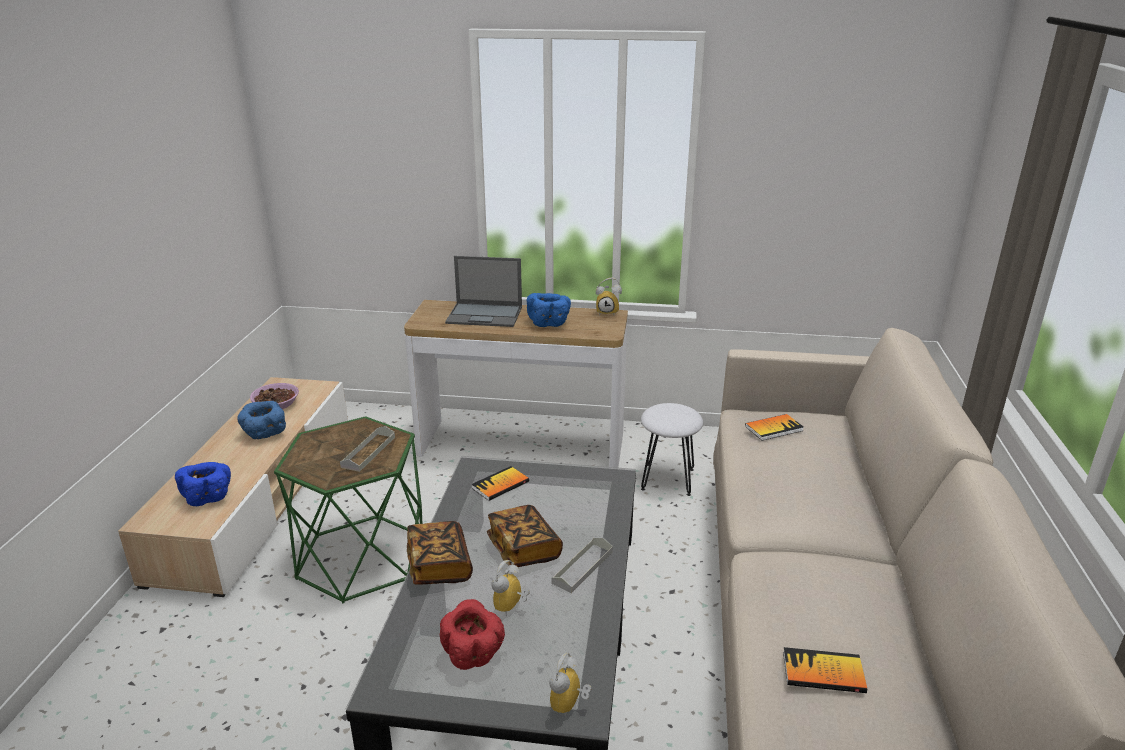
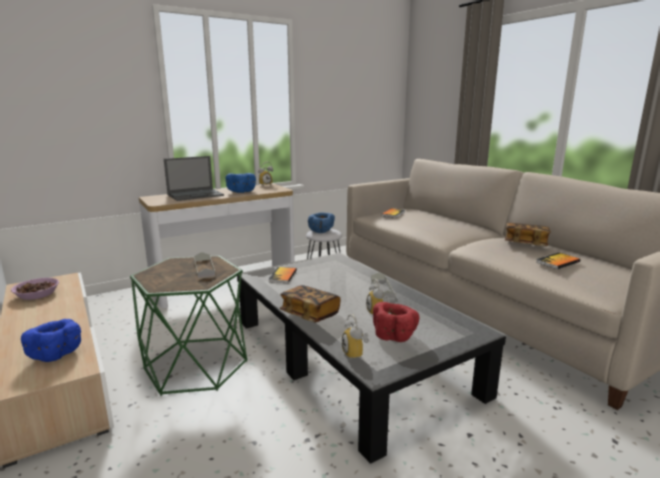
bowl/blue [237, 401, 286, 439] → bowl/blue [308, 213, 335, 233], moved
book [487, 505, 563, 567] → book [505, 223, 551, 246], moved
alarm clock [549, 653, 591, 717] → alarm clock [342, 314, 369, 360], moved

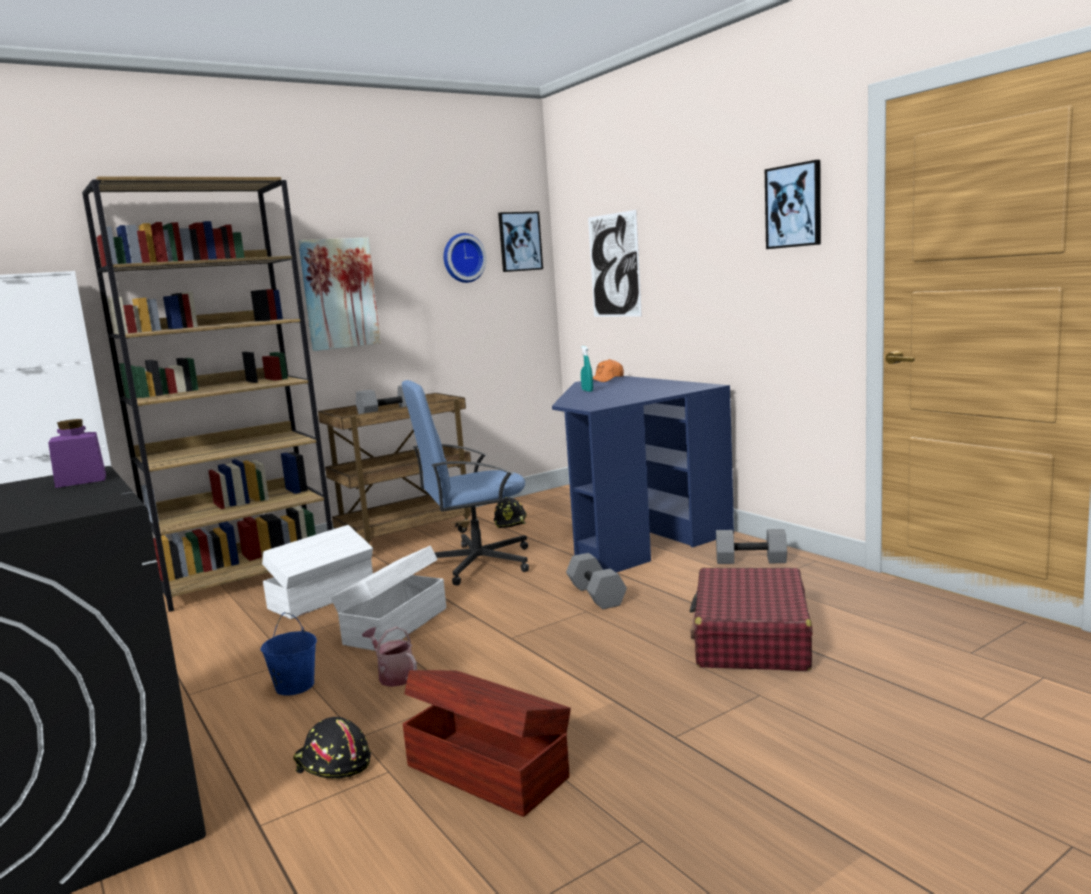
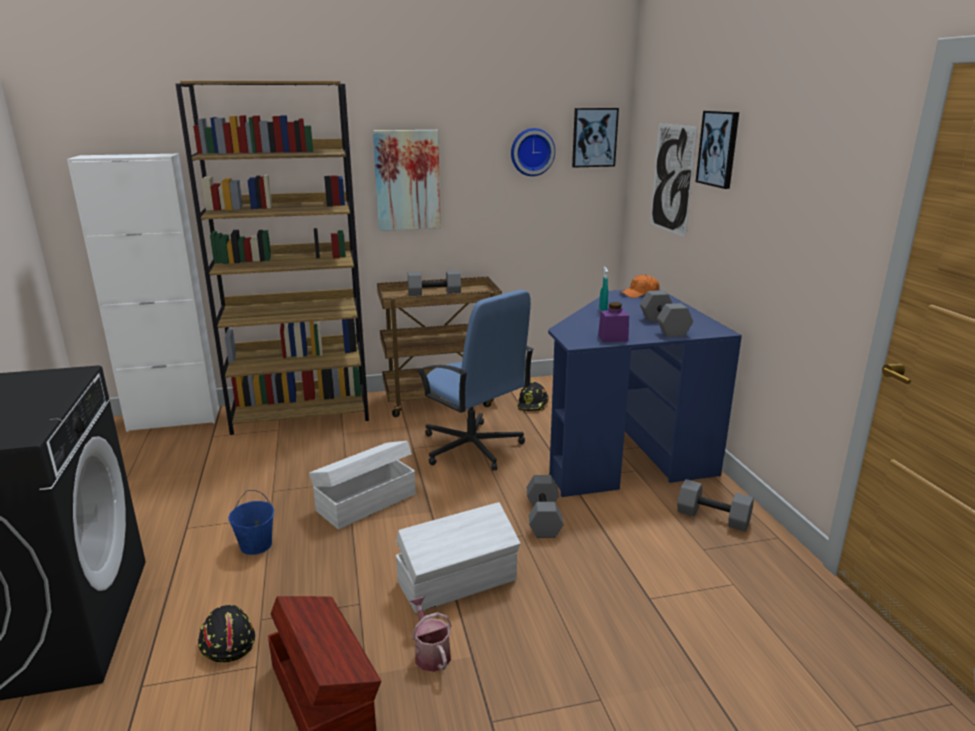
suitcase/red [690, 568, 813, 671] → -
- → dumbbell/grey [640, 290, 693, 337]
jar/purple [48, 419, 106, 488] → jar/purple [598, 302, 629, 342], moved
storage box/white [262, 525, 373, 619] → storage box/white [396, 502, 521, 613], moved
watering can [362, 627, 417, 687] → watering can [410, 596, 452, 672], moved
picture [765, 160, 821, 249] → picture [696, 111, 739, 189], moved
office chair/blue [402, 380, 529, 586] → office chair/blue [416, 290, 534, 471], 135 degrees counterclockwise

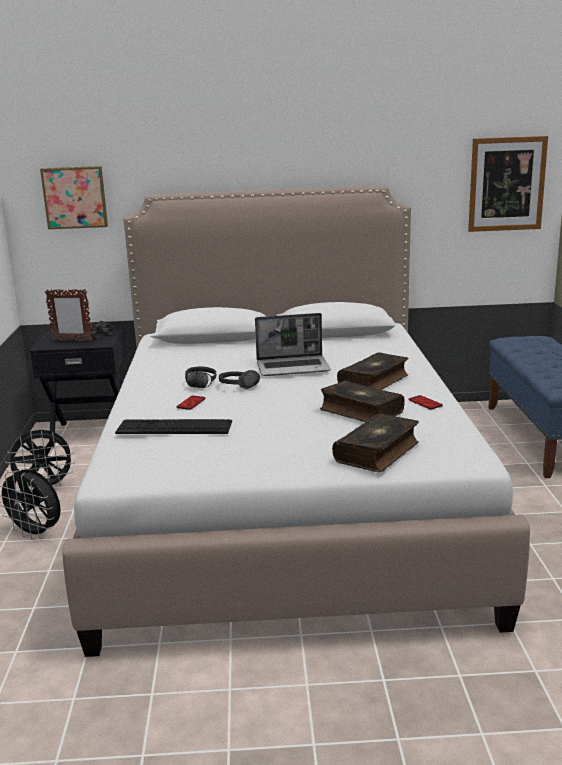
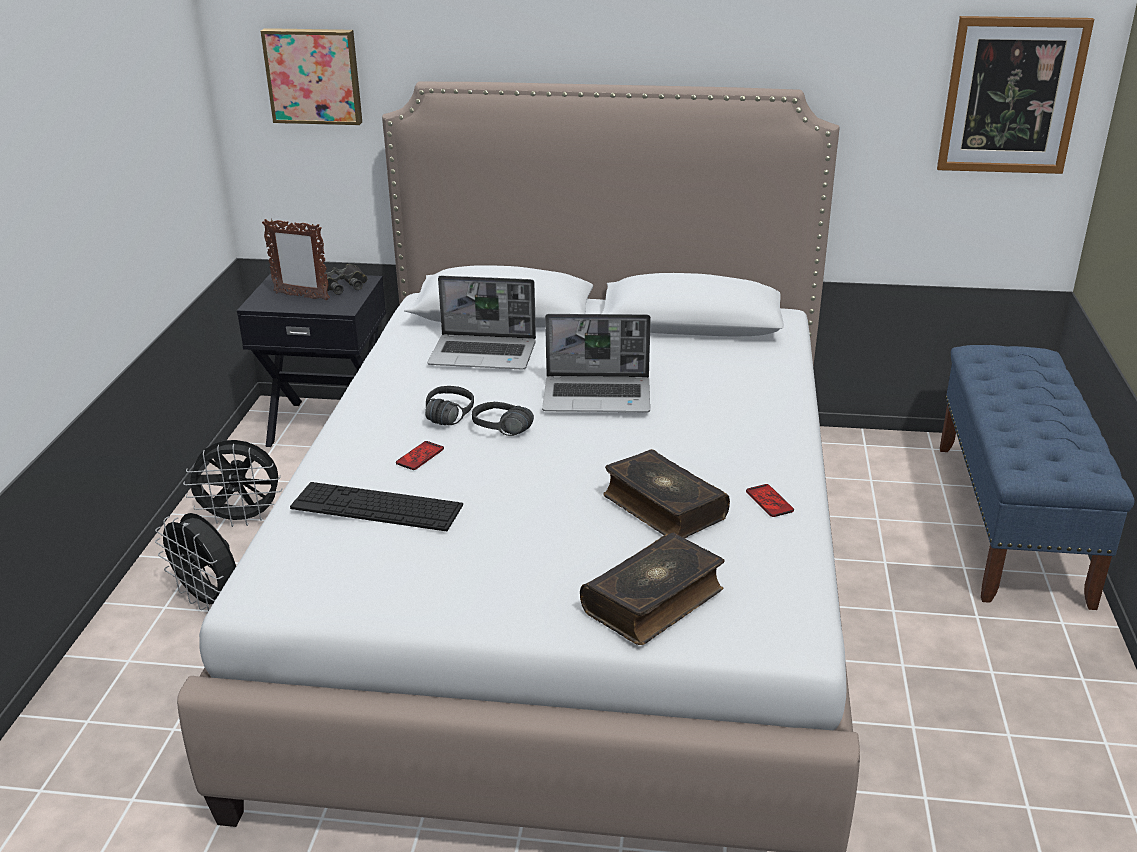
book [337, 352, 408, 390] → -
- → laptop [427, 276, 536, 370]

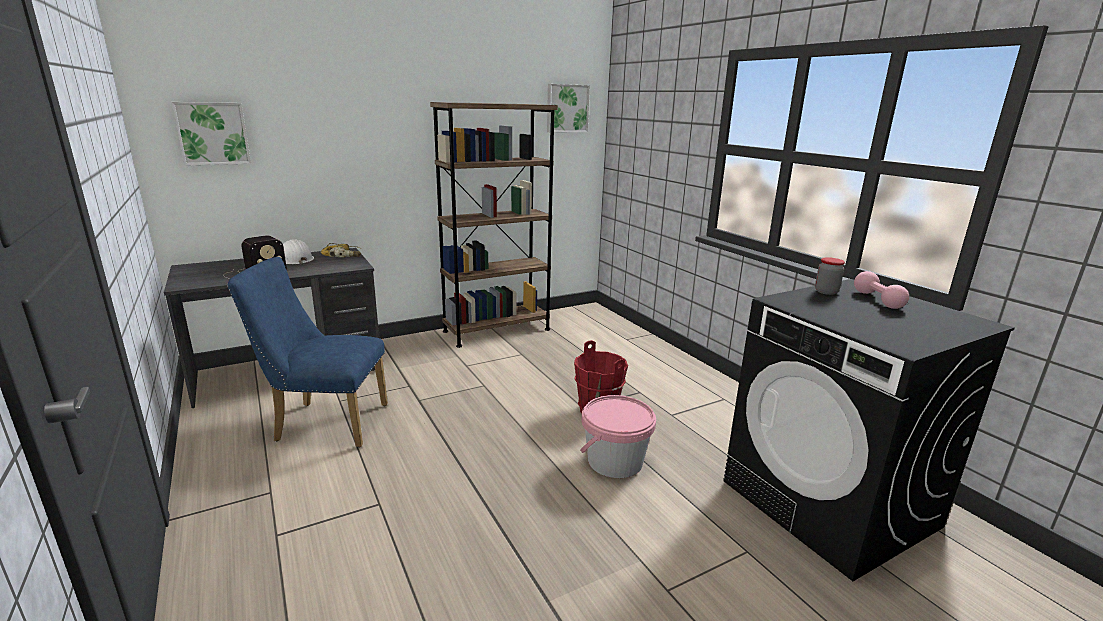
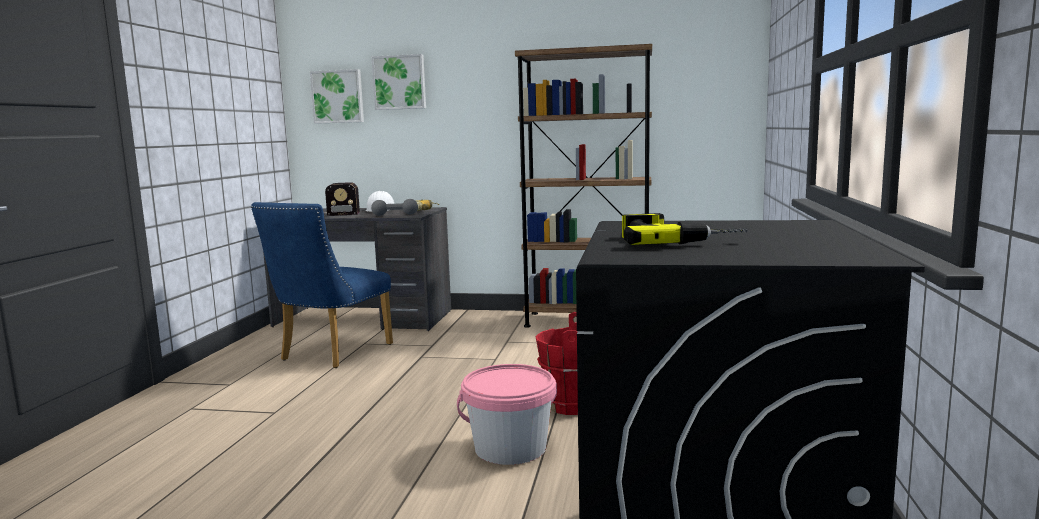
jar [815, 257, 845, 295] → -
dumbbell/pink [854, 271, 909, 309] → -
- → dumbbell/grey [371, 199, 418, 216]
- → power drill [622, 213, 748, 245]
picture [547, 84, 590, 132] → picture [371, 54, 426, 110], moved
chair/blue [227, 257, 388, 447] → chair/blue [251, 202, 393, 368], 105 degrees counterclockwise

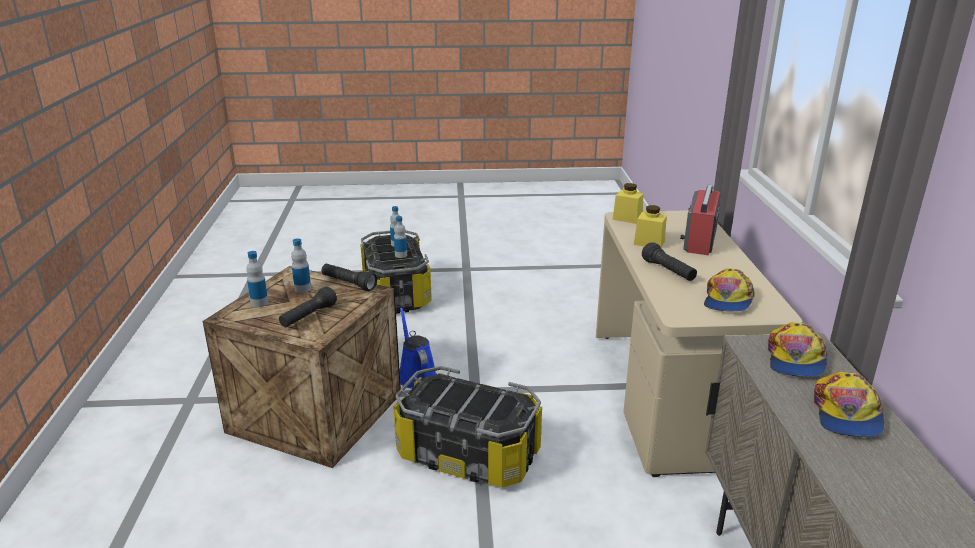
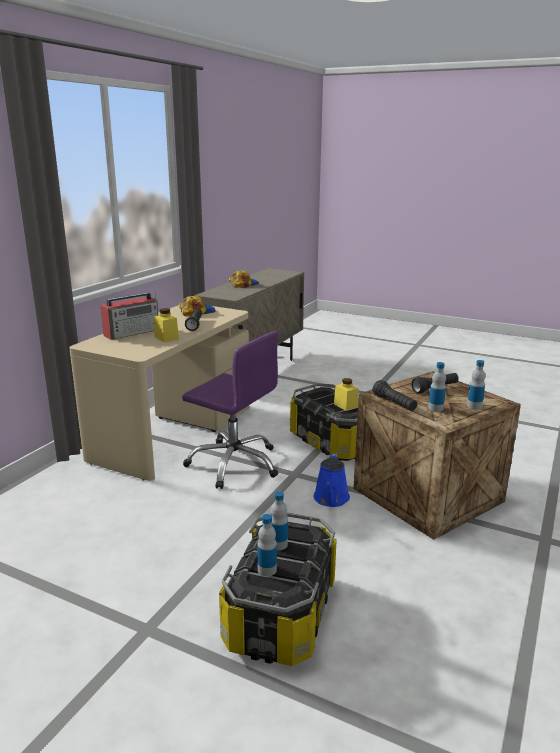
cap [768, 322, 827, 377] → -
- → office chair/purple [182, 331, 279, 489]
jar/yellow [613, 183, 644, 224] → jar/yellow [334, 378, 359, 411], moved

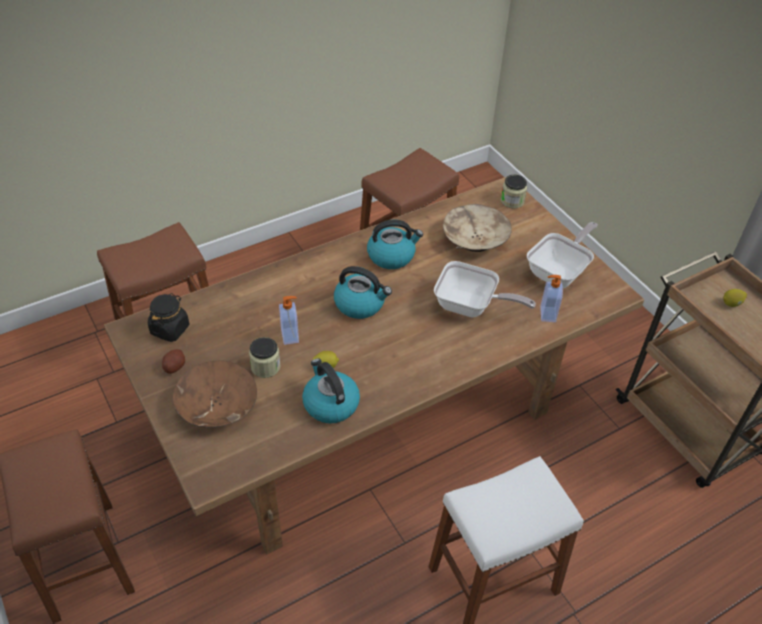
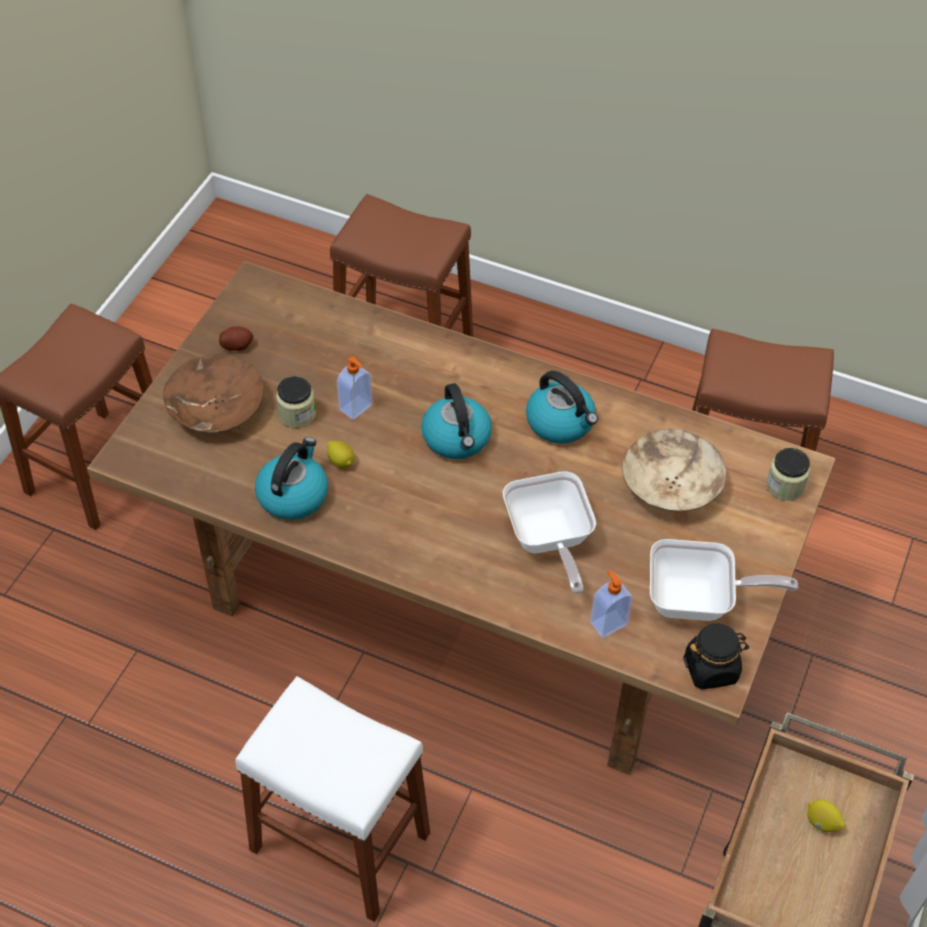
jar/black [148, 293, 189, 342] → jar/black [683, 623, 749, 690], moved

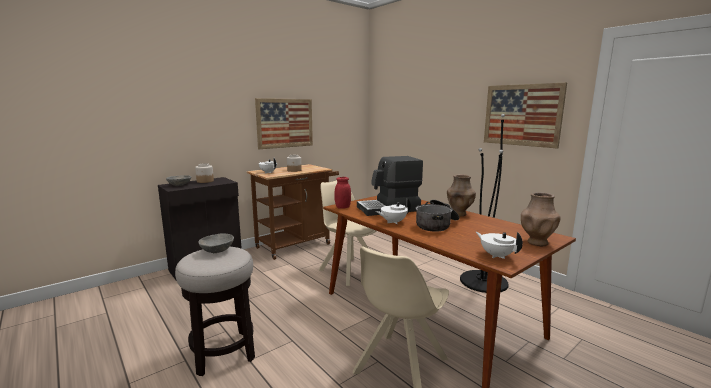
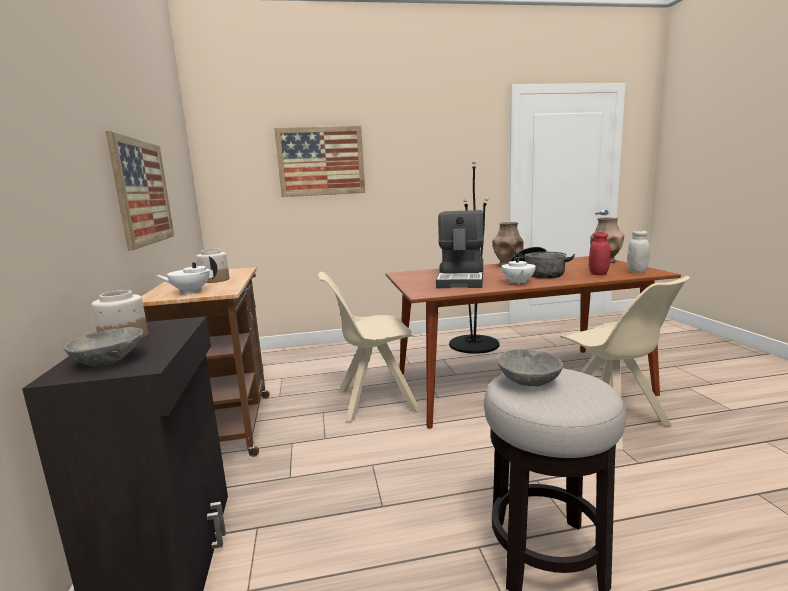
jar/red [334, 177, 351, 209] → jar/red [589, 232, 611, 275], moved
picture [484, 83, 567, 149] → picture [274, 126, 365, 197], moved
teapot/white [476, 232, 523, 259] → jar/white [627, 230, 650, 273]

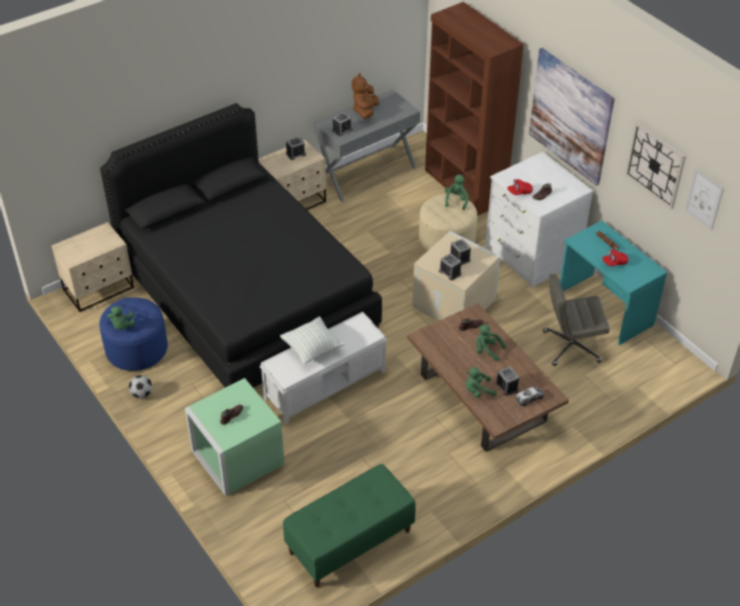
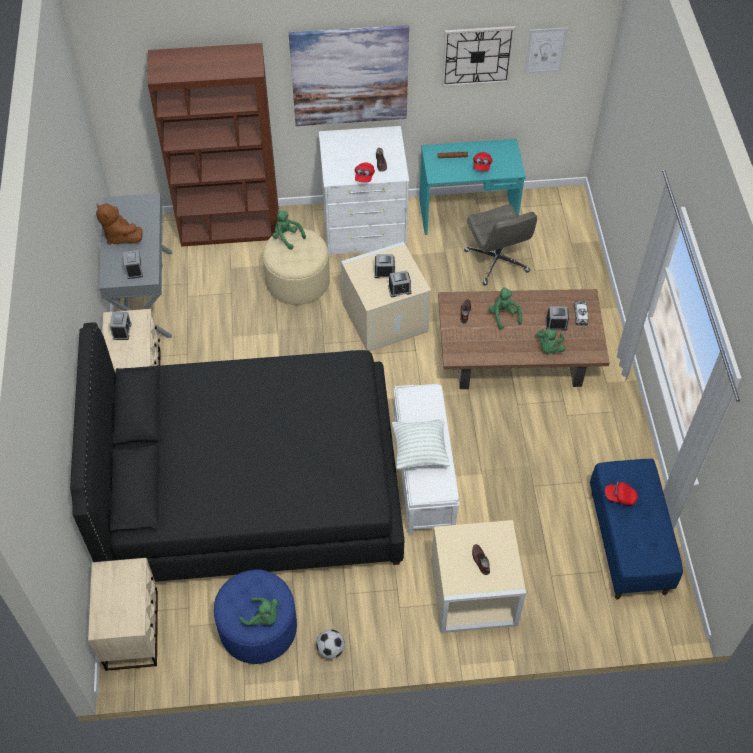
- → cap/red [605, 481, 638, 506]
storage box/green [185, 378, 284, 496] → storage box/beige [431, 520, 526, 633]
bench/green [283, 464, 416, 587] → bench/blue [590, 459, 683, 600]
plush toy/green [476, 325, 506, 361] → plush toy/green [488, 287, 522, 330], 105 degrees clockwise
office chair/grey [543, 274, 610, 366] → office chair/grey [464, 204, 537, 285], 45 degrees counterclockwise

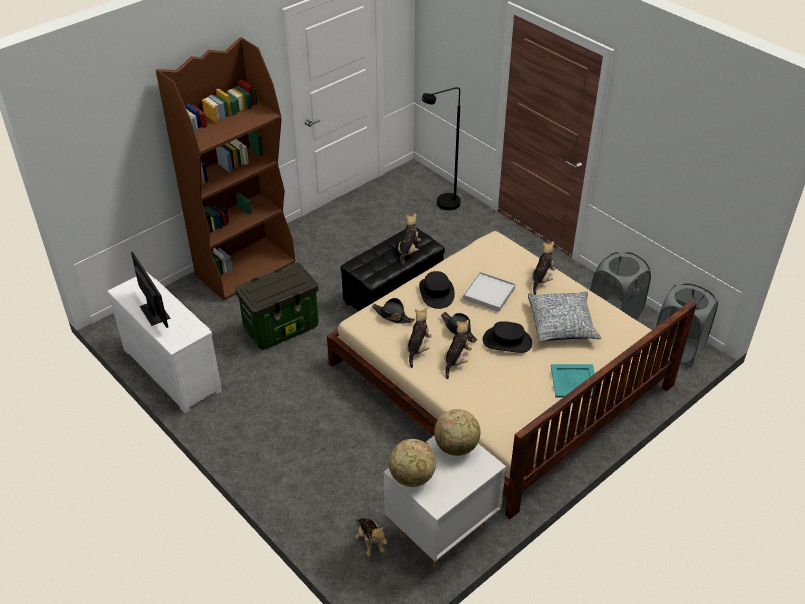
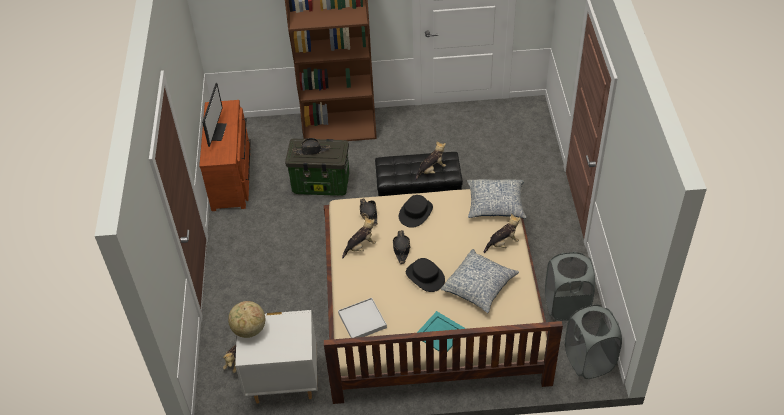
floor lamp/black [422, 87, 461, 210] → -
globe [434, 409, 480, 456] → -
plush toy [444, 320, 472, 379] → -
- → hat/black [292, 138, 330, 155]
- → pillow [467, 179, 526, 219]
tray/white [463, 272, 516, 312] → tray/white [338, 298, 387, 338], moved
dresser/white [107, 271, 222, 413] → dresser/brown [199, 100, 251, 211]

